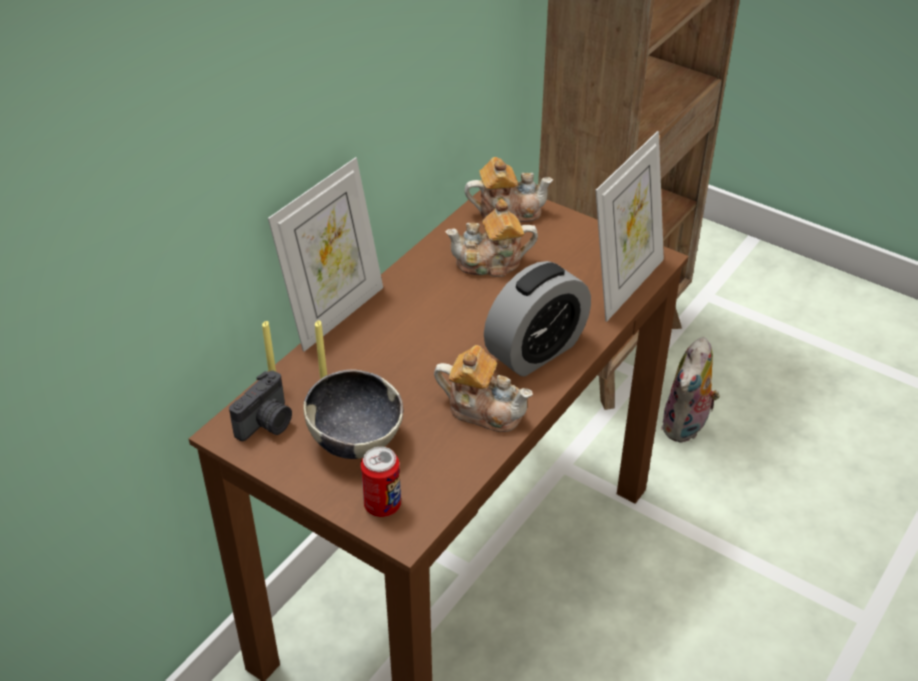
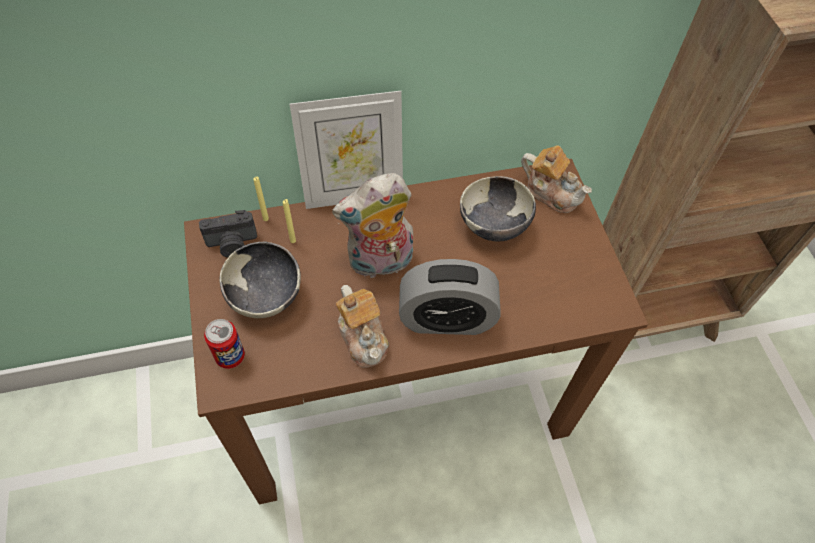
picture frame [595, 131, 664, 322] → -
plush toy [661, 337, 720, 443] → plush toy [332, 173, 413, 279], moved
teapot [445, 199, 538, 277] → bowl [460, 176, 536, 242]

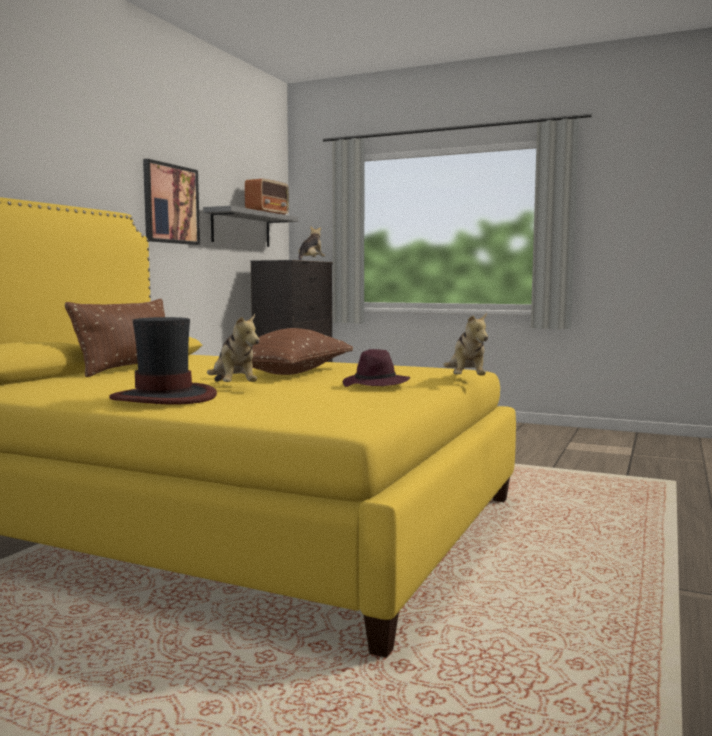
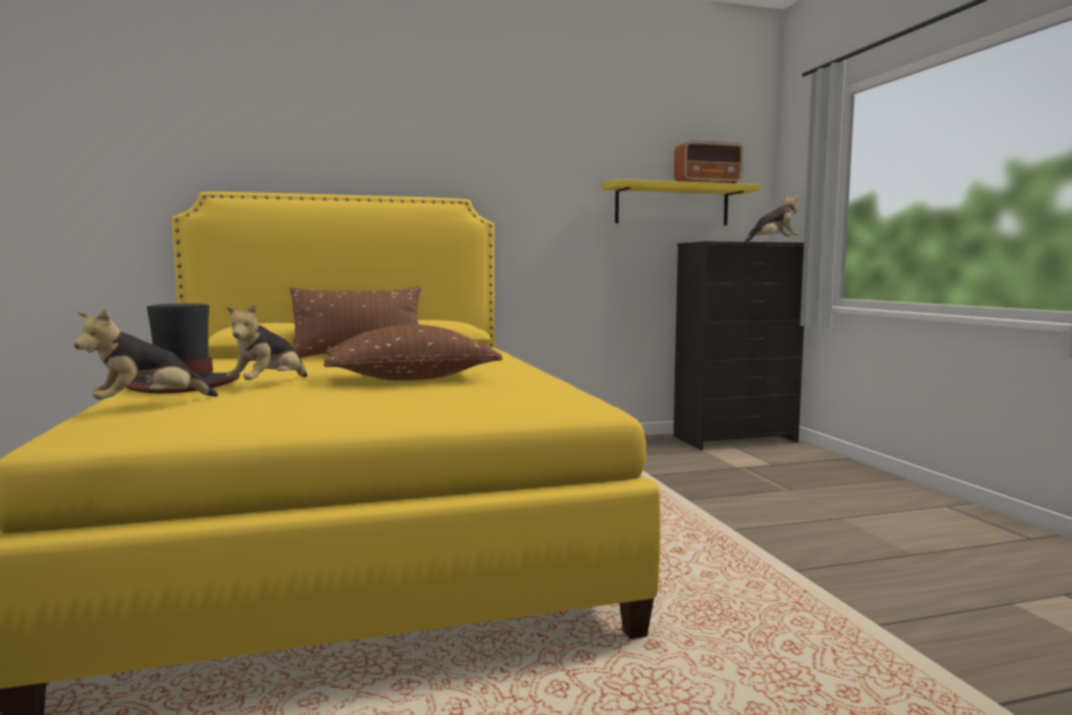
picture [143, 159, 200, 245] → -
hat/purple [343, 349, 410, 387] → -
plush toy [443, 313, 488, 376] → plush toy [74, 309, 218, 400], moved
shelf/grey [203, 206, 298, 247] → shelf/yellow [602, 179, 761, 225]

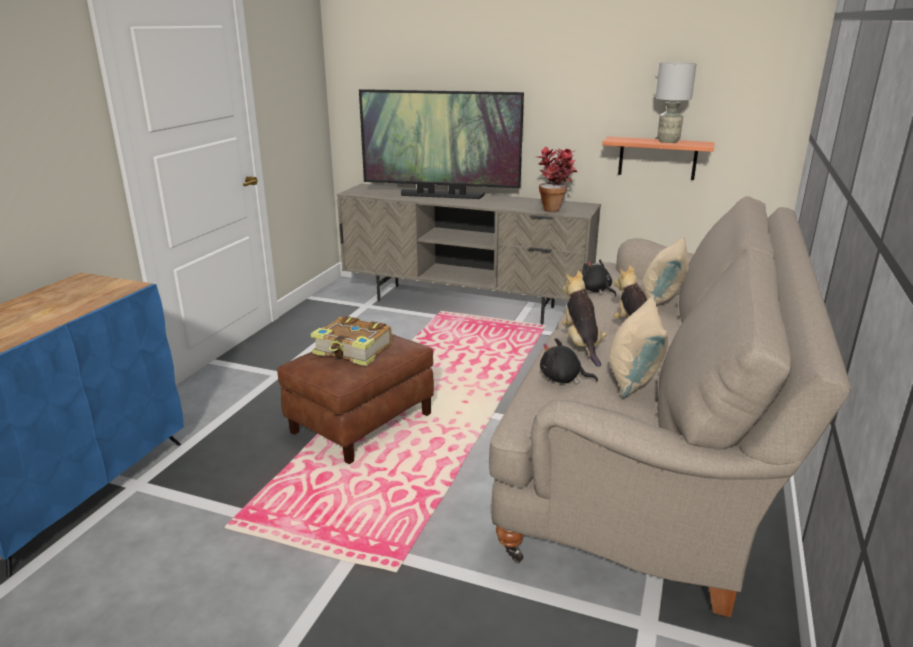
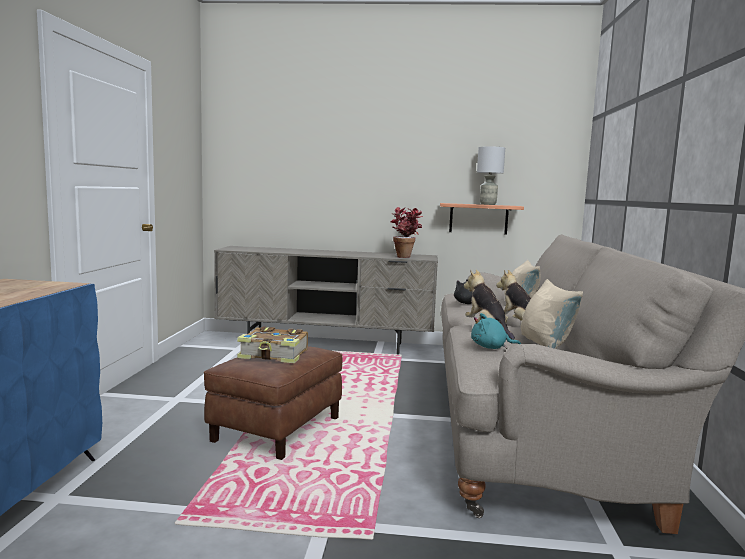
television [359, 89, 524, 199] → -
plush toy/black [540, 338, 598, 384] → plush toy/turquoise [471, 313, 521, 349]

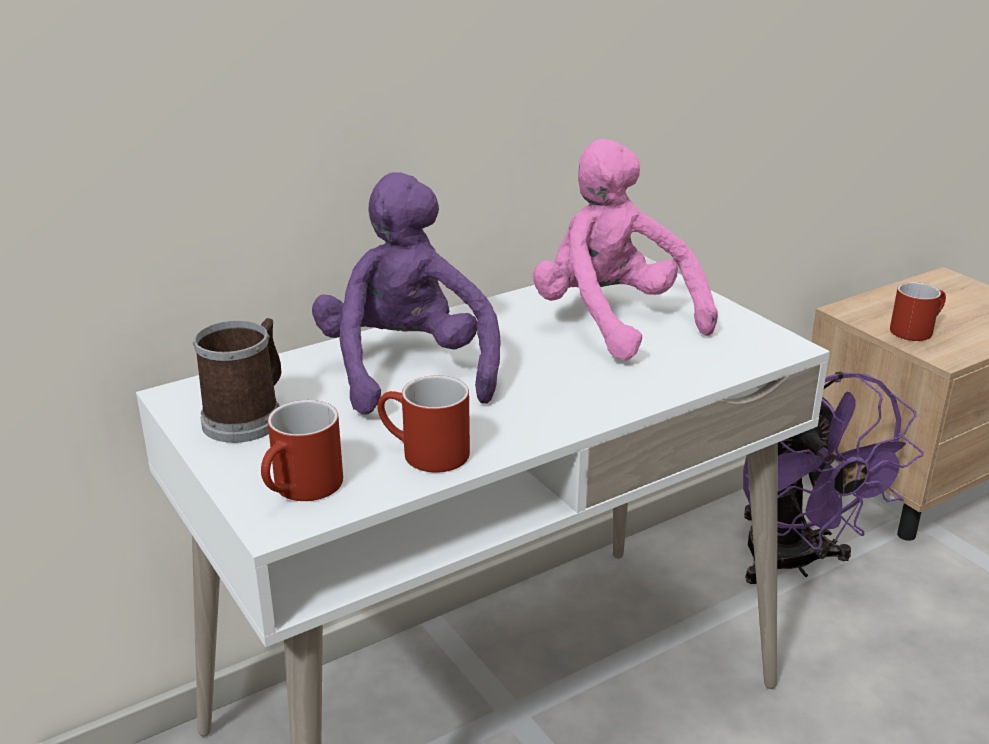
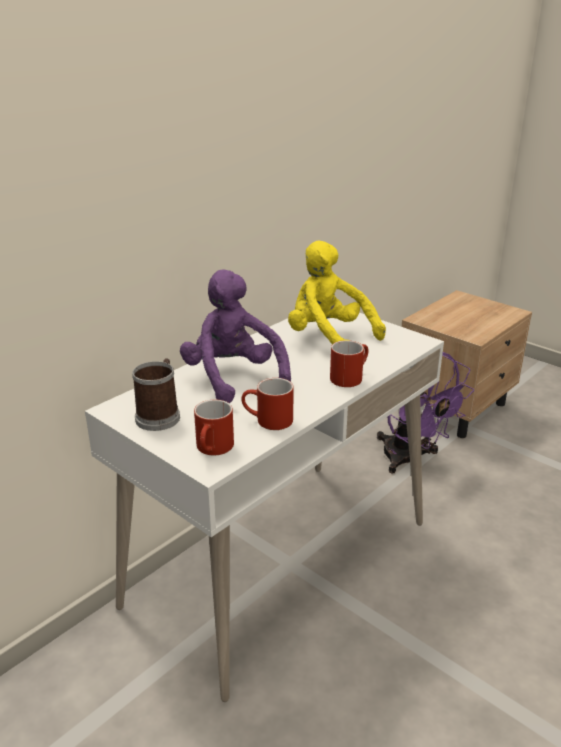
mug/red [890, 282, 946, 341] → mug/red [330, 340, 369, 387], moved
plush toy/pink [533, 139, 718, 360] → plush toy/yellow [288, 240, 386, 344]

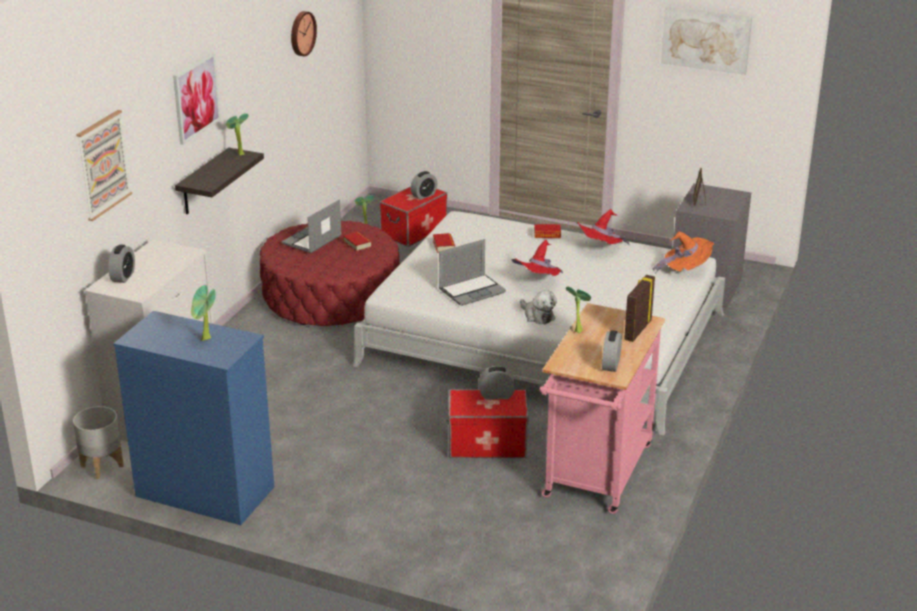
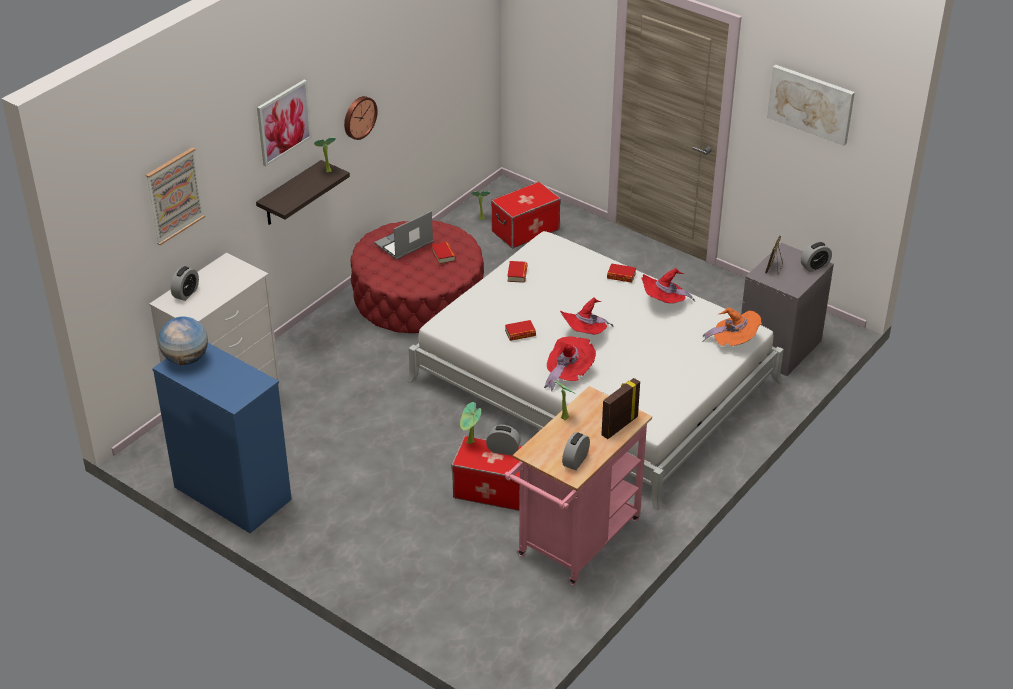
planter/grey [73, 406, 124, 479] → -
- → globe [158, 317, 208, 365]
potted plant [191, 285, 216, 341] → potted plant [460, 402, 481, 444], moved
wall clock [291, 11, 317, 56] → wall clock [344, 96, 378, 140], moved
alarm clock [410, 171, 437, 200] → alarm clock [801, 242, 832, 272], moved
laptop [439, 239, 506, 306] → book [505, 320, 536, 341]
plush toy [520, 290, 557, 324] → hat/red [544, 337, 596, 392]

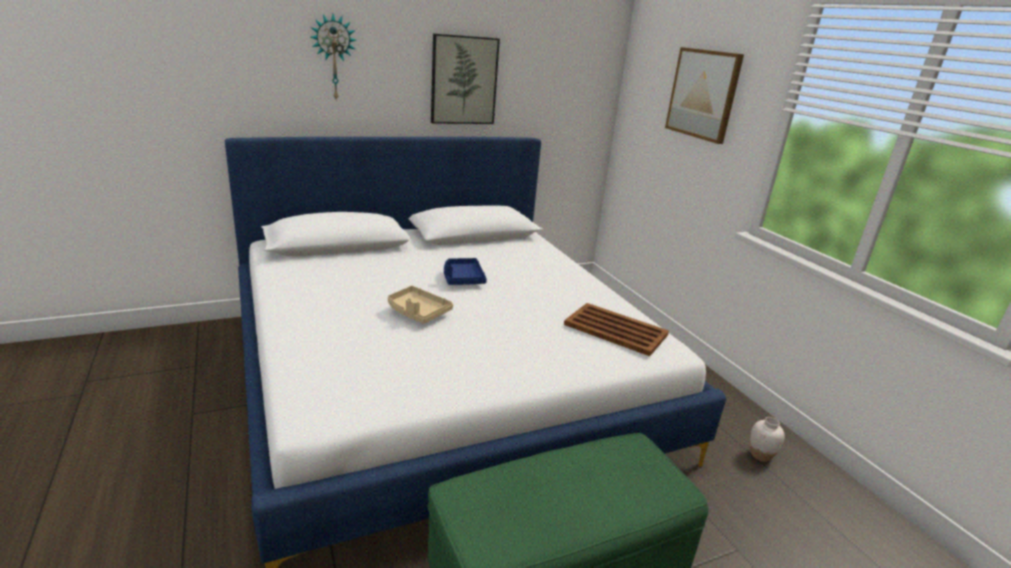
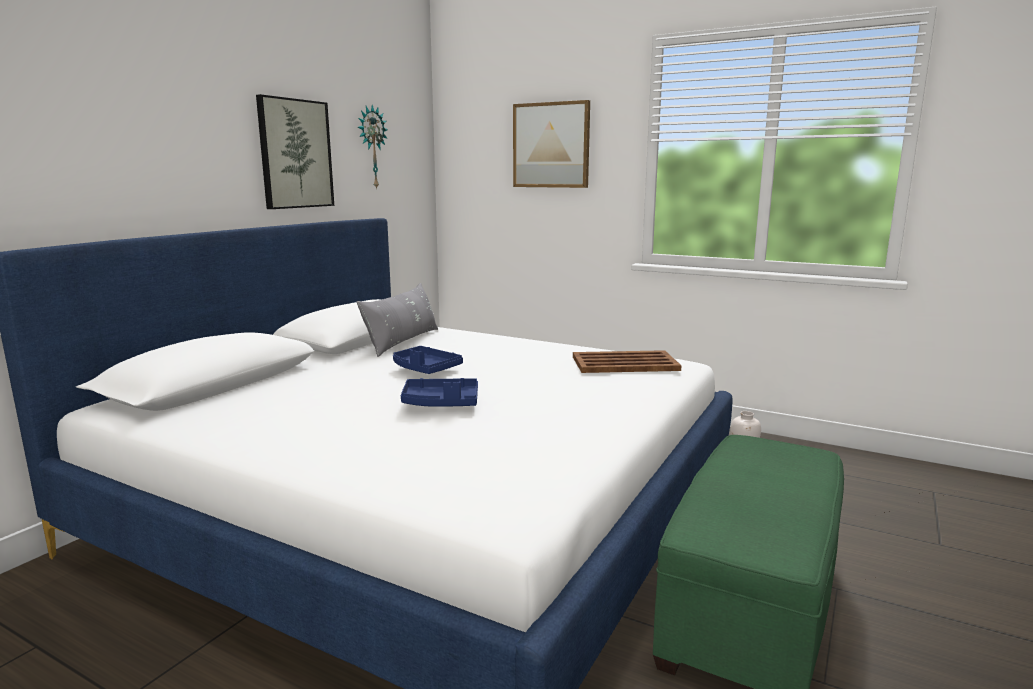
- → pillow/grey [357, 283, 438, 357]
wall clock [311, 14, 356, 100] → wall clock [358, 104, 388, 190], moved
tray/beige [388, 286, 453, 324] → tray/blue [401, 378, 478, 407]

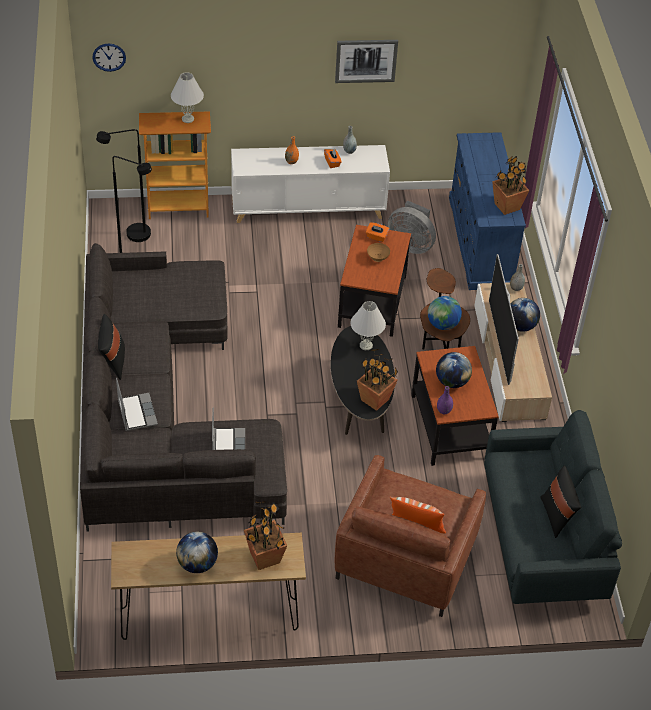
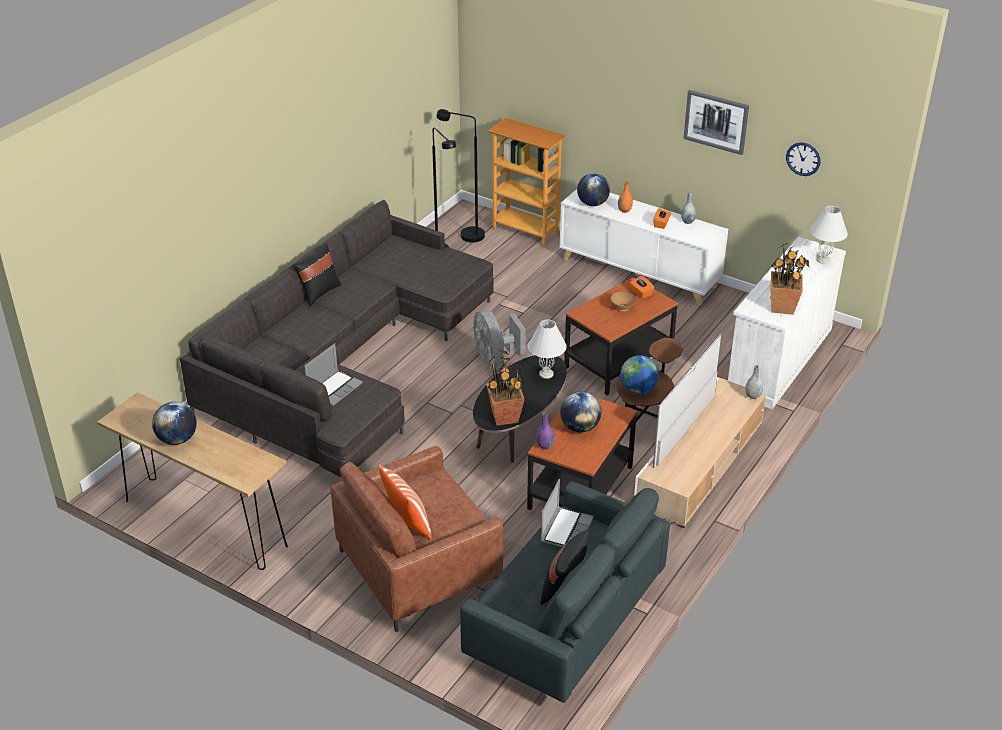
potted plant [244, 501, 287, 570] → -
wall clock [92, 44, 126, 72] → wall clock [786, 142, 820, 176], moved
laptop [116, 378, 158, 431] → laptop [540, 479, 594, 547], moved
table lamp/white [171, 72, 204, 123] → table lamp/white [810, 206, 848, 264], moved
fan/grey [387, 201, 436, 254] → fan/grey [473, 309, 526, 368], moved
globe [511, 298, 540, 332] → globe [577, 173, 610, 206], moved
dresser/blue [449, 132, 526, 290] → dresser/white [728, 237, 846, 409]

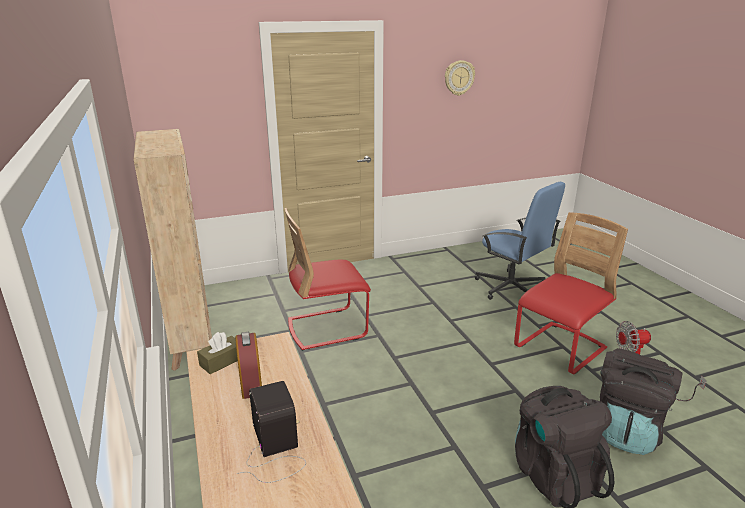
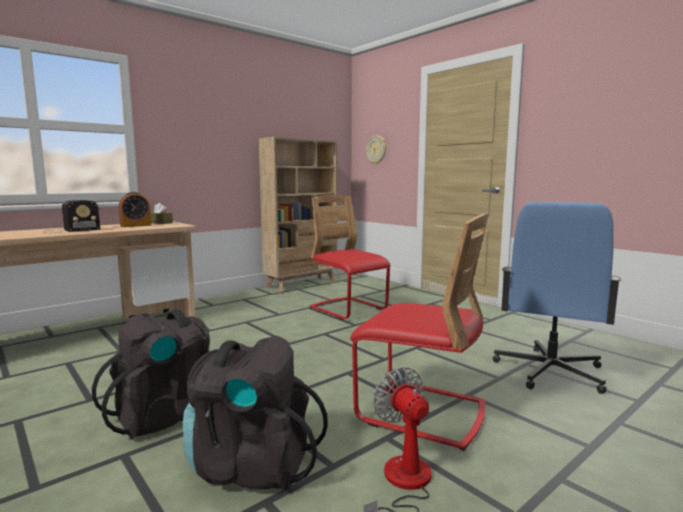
wall clock [445, 60, 475, 96] → wall clock [366, 135, 386, 164], moved

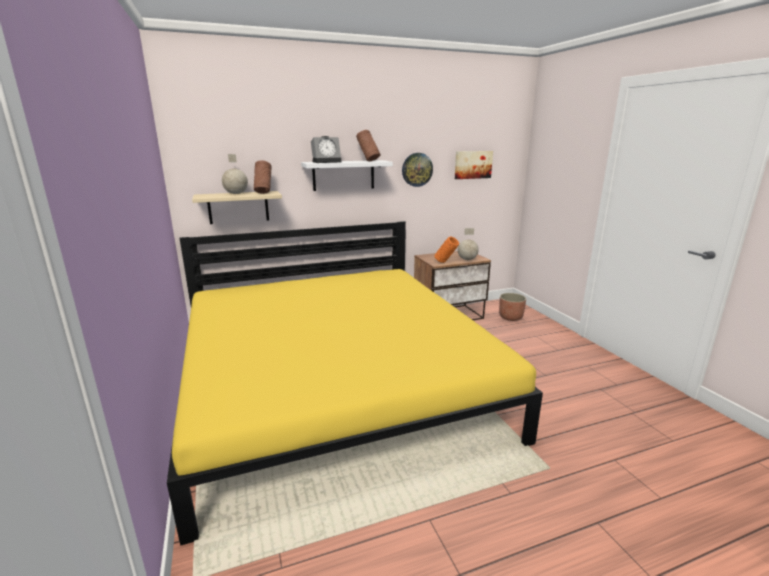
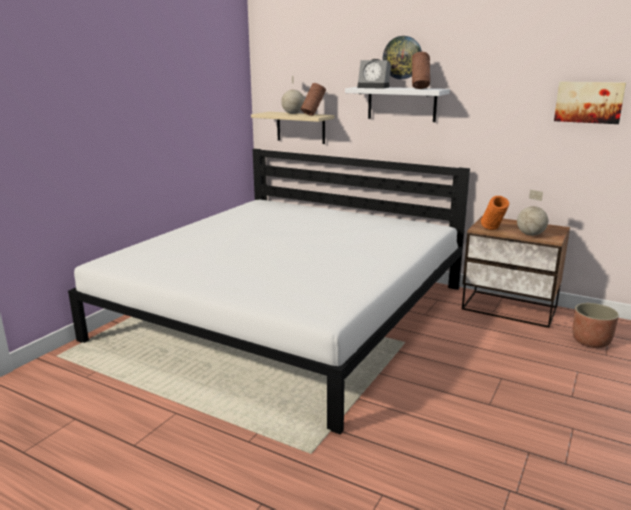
wall clock [402, 153, 433, 187] → wall clock [383, 36, 422, 79], moved
bed/yellow [167, 221, 543, 546] → bed/white [68, 149, 470, 434]

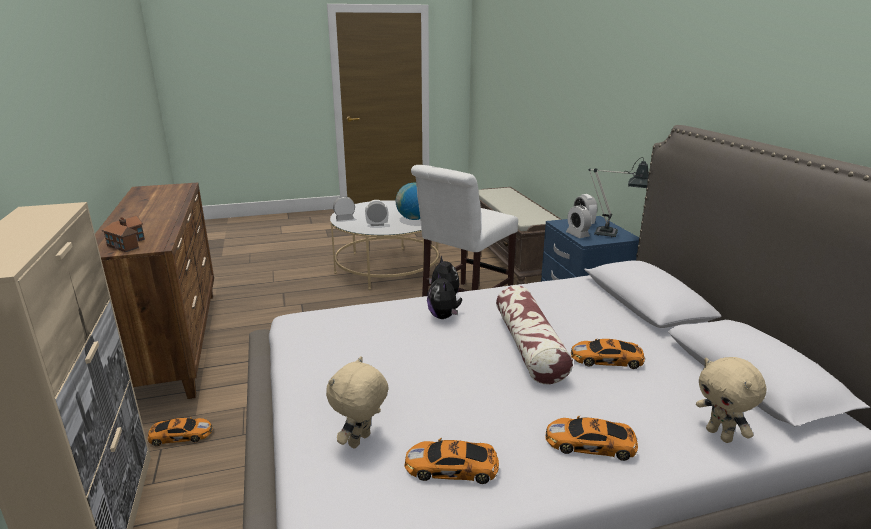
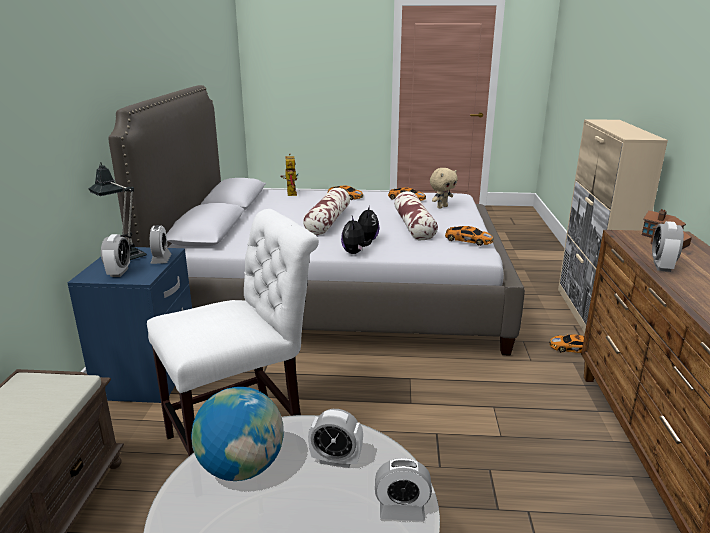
- → pillow [394, 191, 438, 241]
- → alarm clock [652, 221, 684, 272]
toy car [571, 339, 645, 369] → toy car [445, 226, 493, 246], moved
plush toy/beige [696, 357, 767, 443] → toy robot [280, 154, 298, 196]

